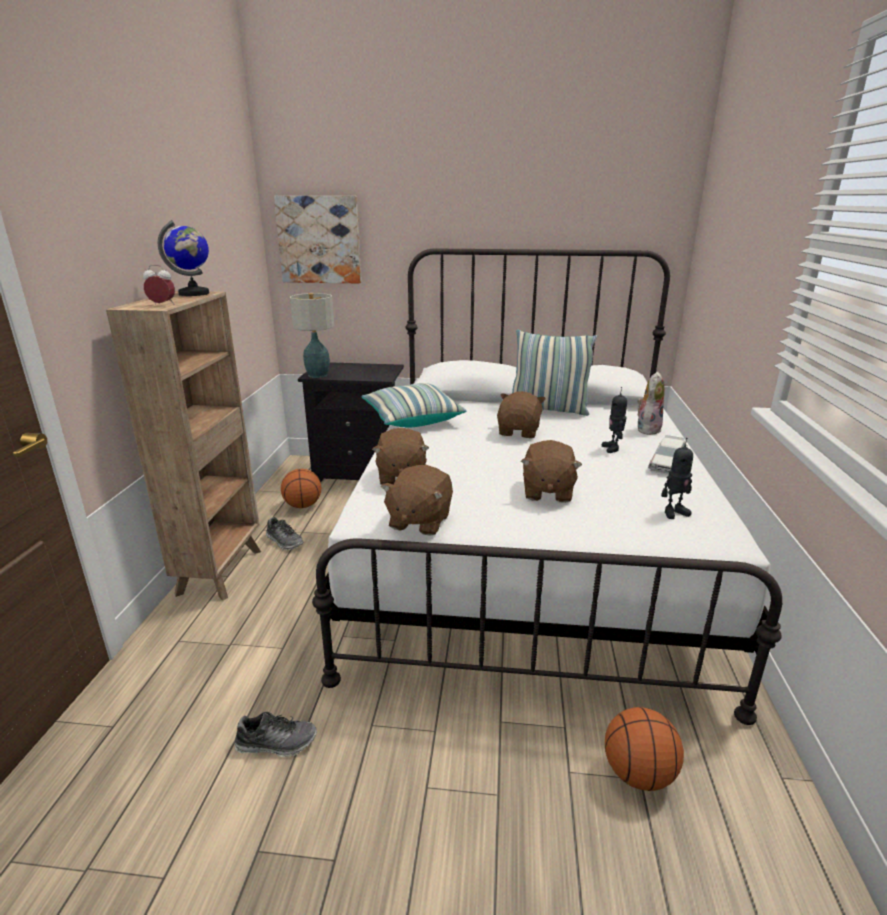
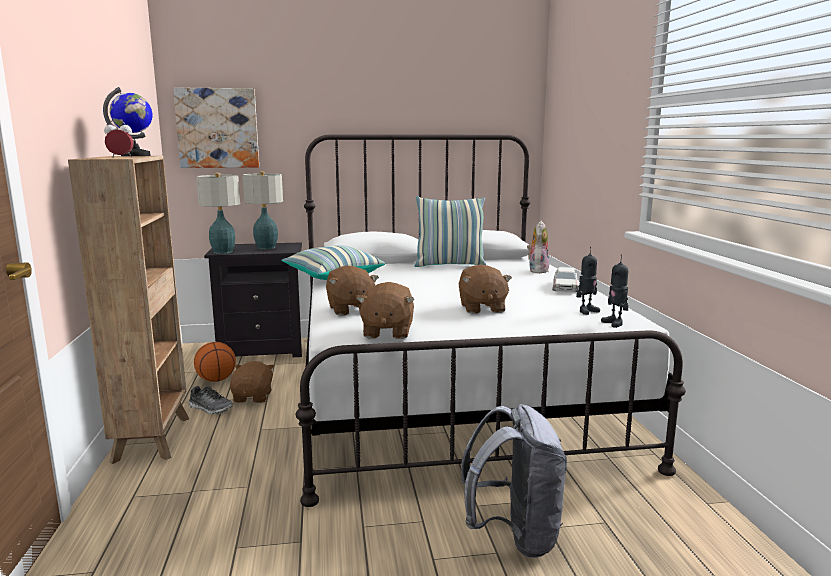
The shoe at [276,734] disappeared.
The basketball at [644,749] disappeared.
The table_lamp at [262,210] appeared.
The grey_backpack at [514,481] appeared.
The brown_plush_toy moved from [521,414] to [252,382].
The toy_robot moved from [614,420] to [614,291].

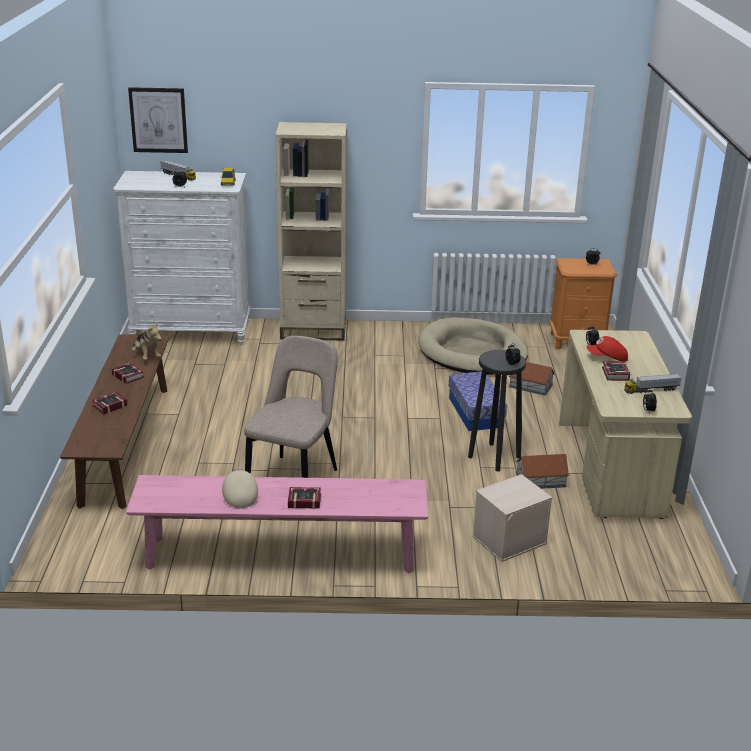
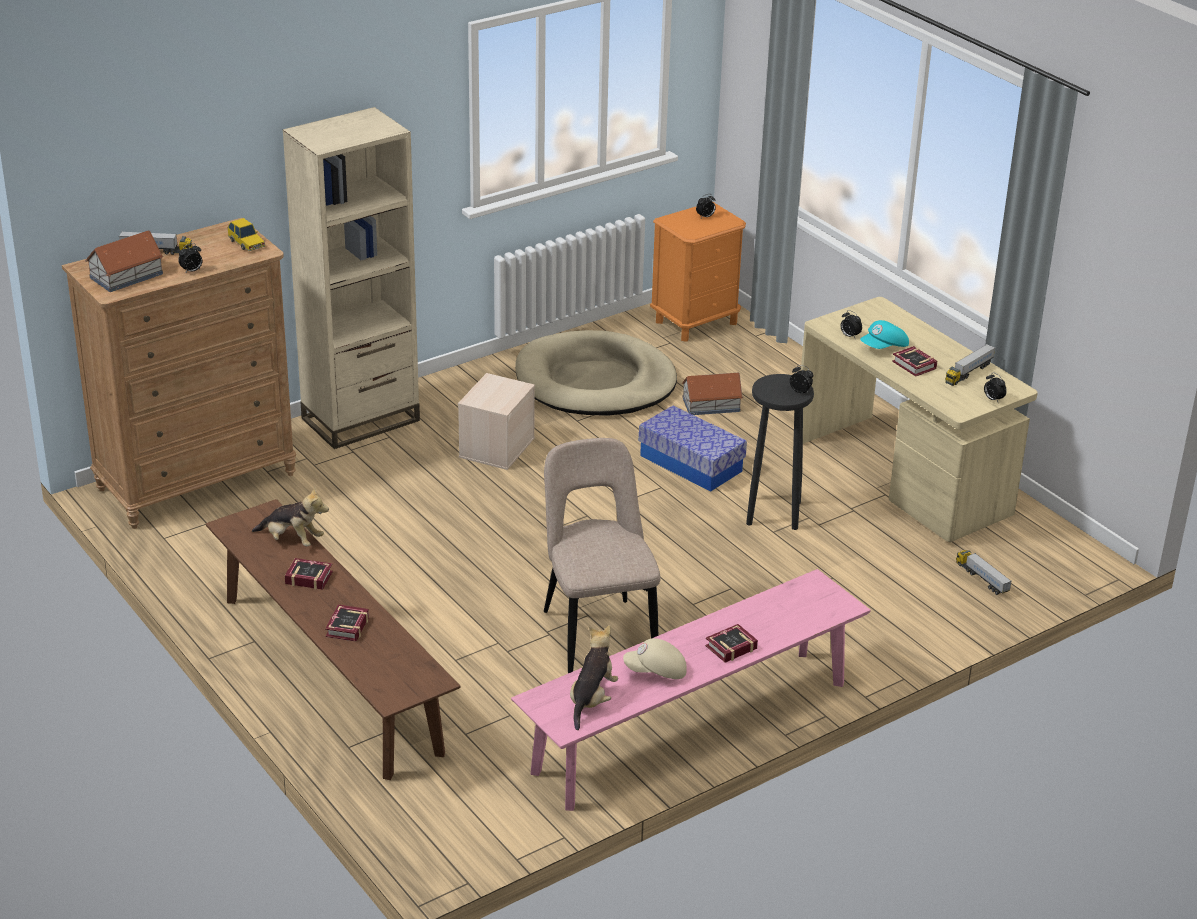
The picture at [158,120] disappeared.
The plush_toy at [594,677] appeared.
The toy_truck at [984,572] appeared.
The beige_storage_box moved from [512,518] to [496,421].
The toy_house moved from [542,471] to [124,261].
The white_dresser at [182,257] became the brown_dresser at [179,373].
The red_cap at [607,348] became the turquoise_cap at [884,334].
The beige_cap at [240,488] turned 45 degrees counterclockwise.

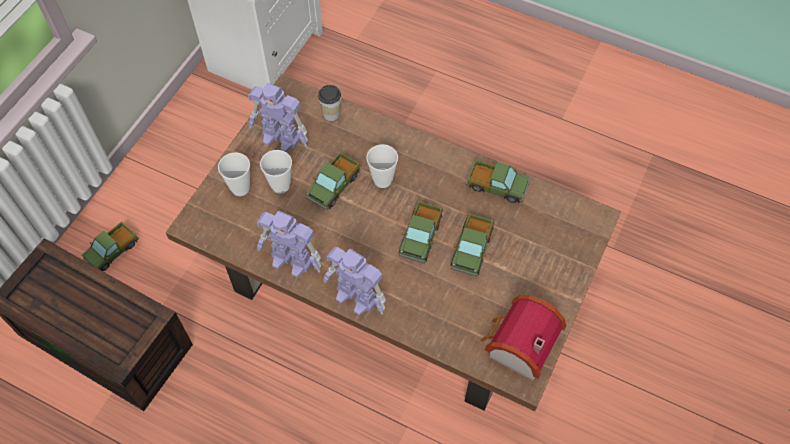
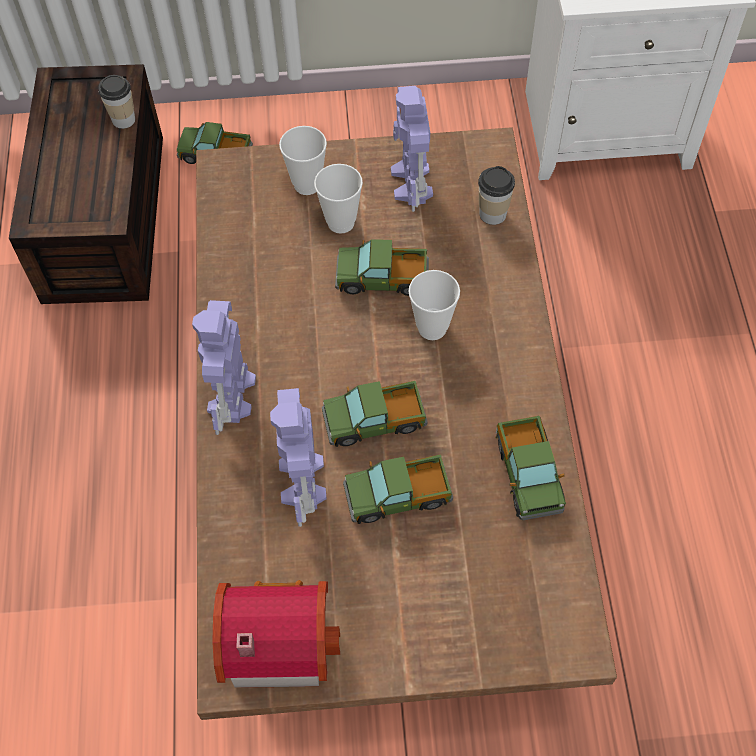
The cup at [116,102] appeared.
The toy_robot moved from [289,244] to [298,457].

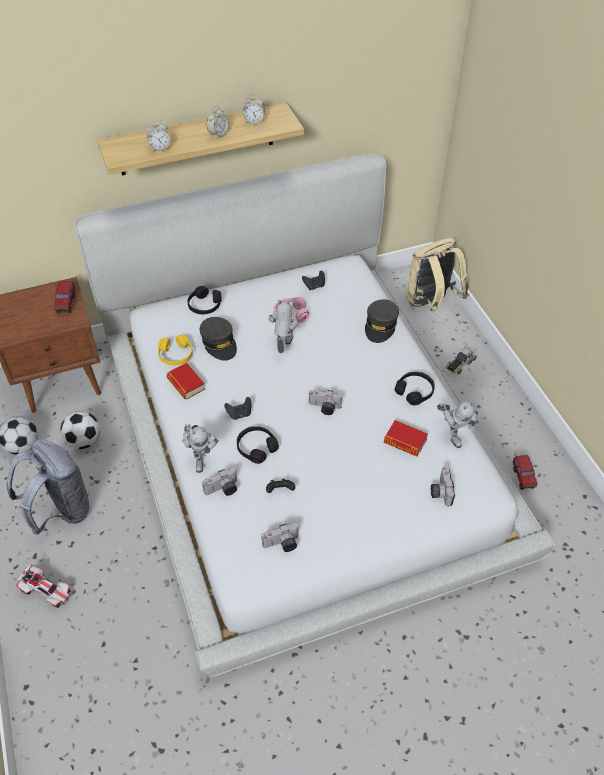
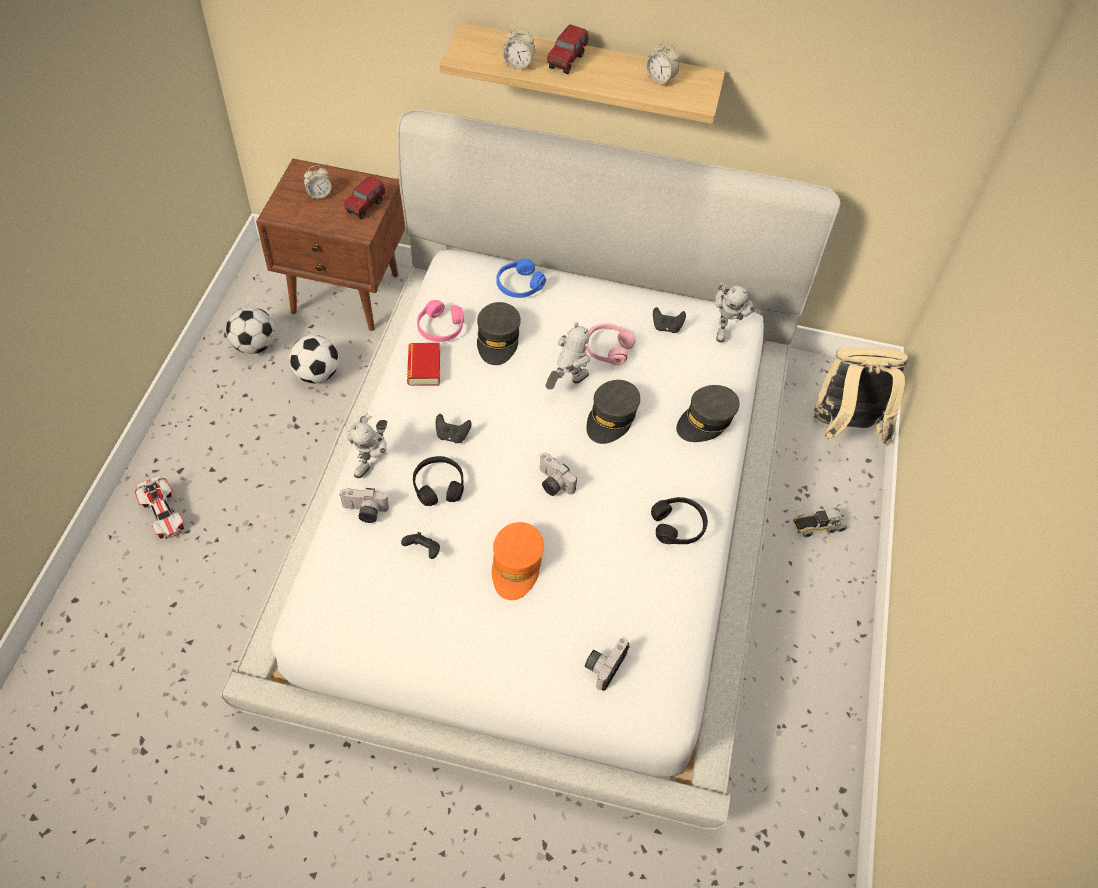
The grey_backpack at [48,487] disappeared.
The photo_camera at [280,537] disappeared.
The book at [406,438] disappeared.
The orange_cap at [518,561] appeared.
The grey_cap at [613,412] appeared.
The alarm_clock moved from [217,122] to [318,182].
The toy_robot moved from [457,424] to [734,312].
The toy_truck moved from [525,472] to [568,49].
The yellow_headphones at [175,350] became the pink_headphones at [440,321].
The black_headphones at [204,300] became the blue_headphones at [521,278].

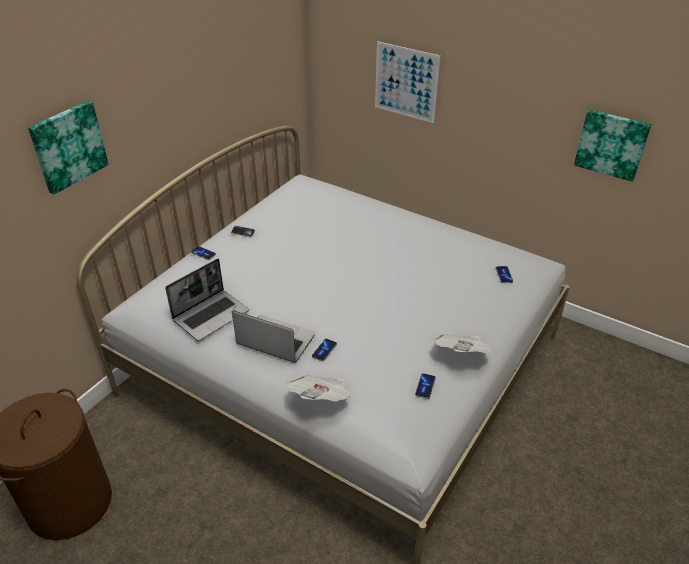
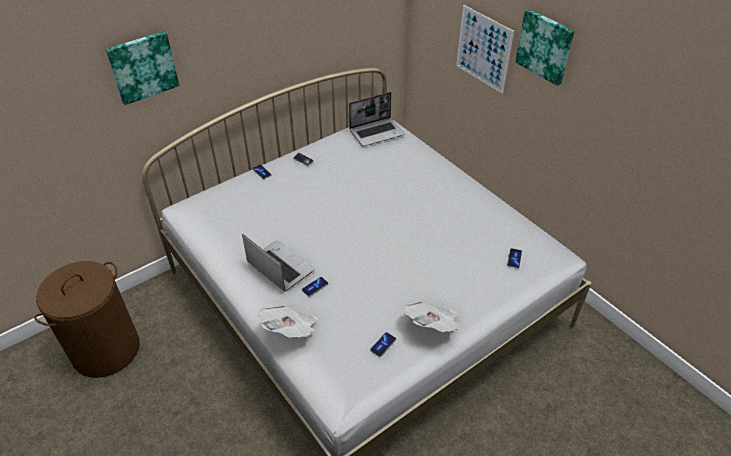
The laptop moved from [207,300] to [376,119].
The picture moved from [613,146] to [544,47].

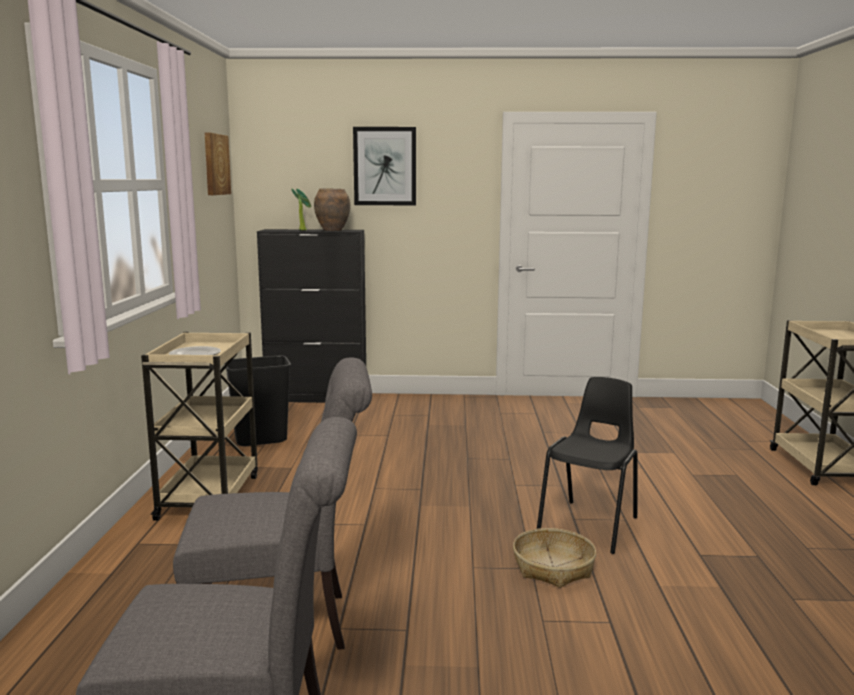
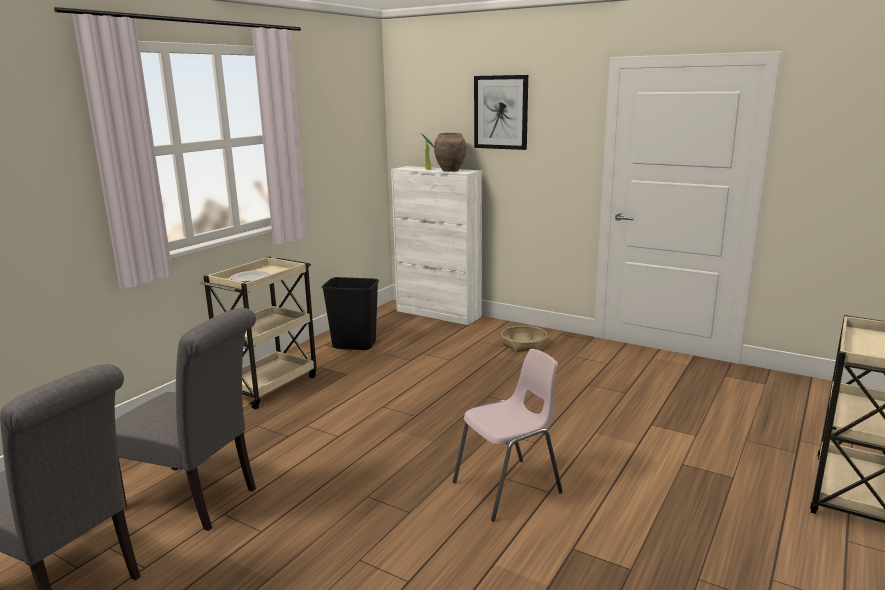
The picture at [218,163] disappeared.
The basket moved from [554,558] to [524,338].
The black_cabinet at [311,315] became the white_cabinet at [436,245].
The black_chair at [587,465] became the pink_chair at [508,435].

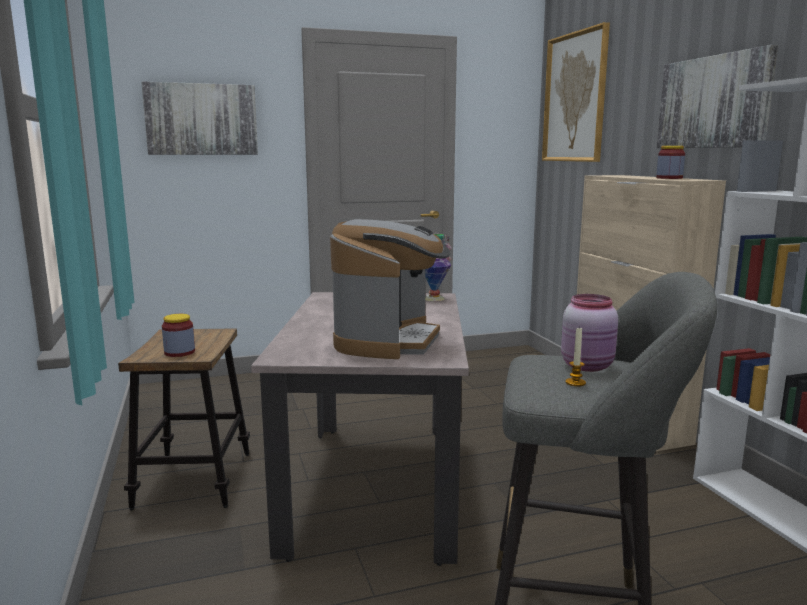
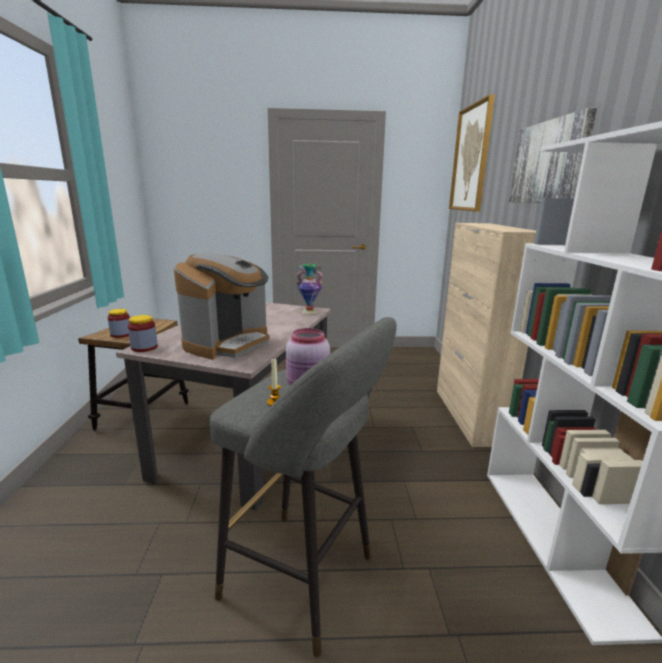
The picture at [199,118] disappeared.
The jar moved from [670,162] to [143,333].

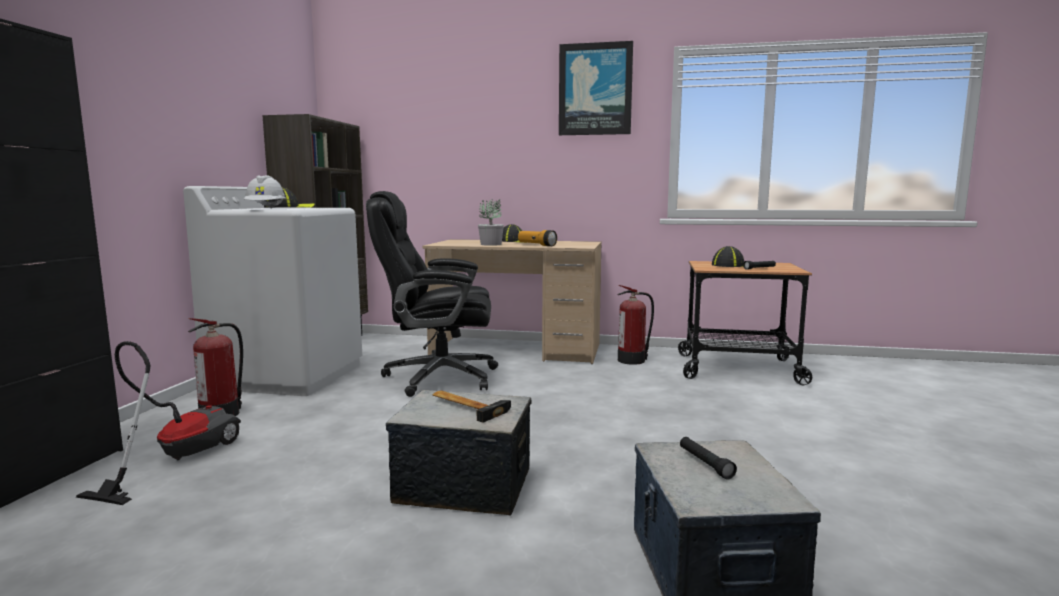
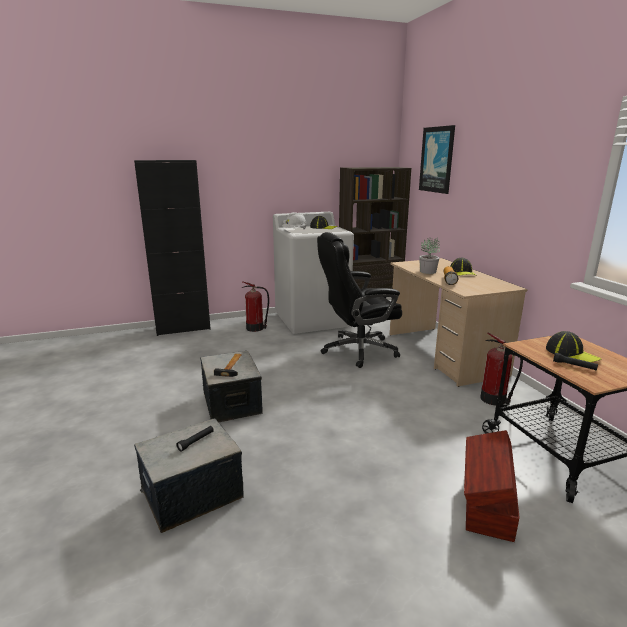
The vacuum_cleaner at [158,423] disappeared.
The brown_storage_box at [492,486] appeared.
The picture moved from [596,88] to [437,159].
The black_office_chair at [432,294] turned 75 degrees counterclockwise.

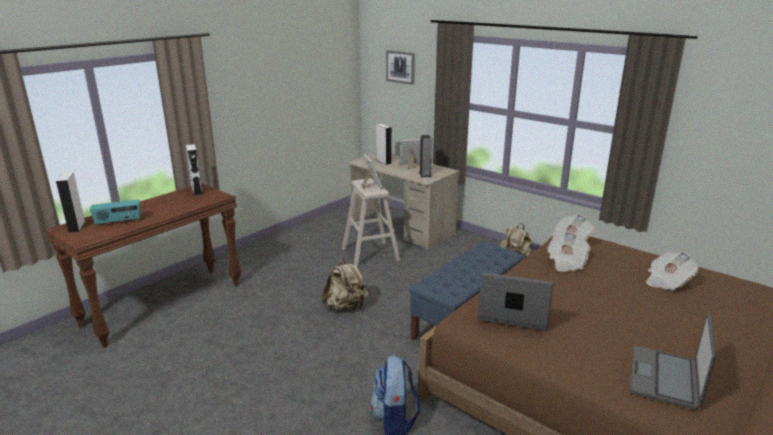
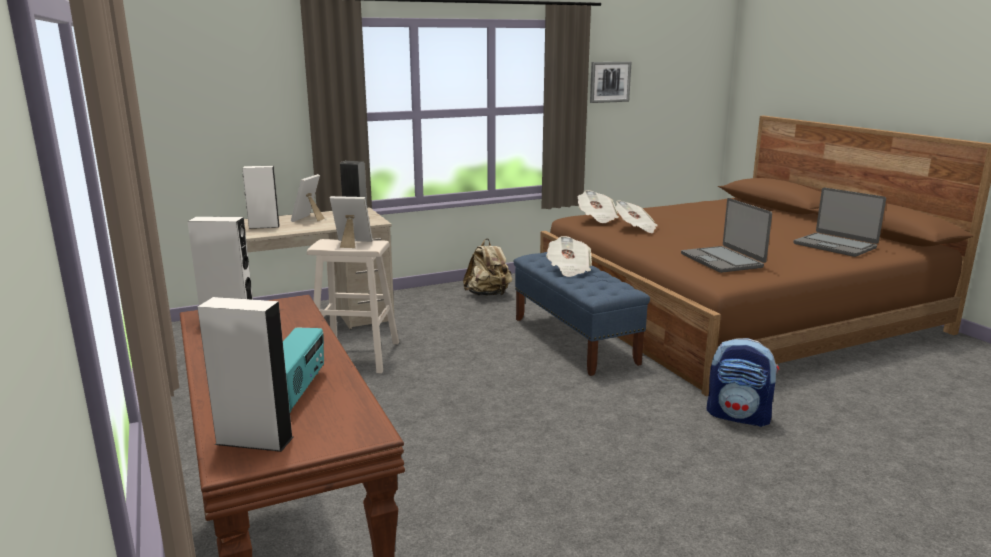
The beige_backpack at [345,285] disappeared.
The picture moved from [400,67] to [610,82].
The newspaper moved from [672,271] to [569,256].
The laptop at [516,301] turned 60 degrees counterclockwise.

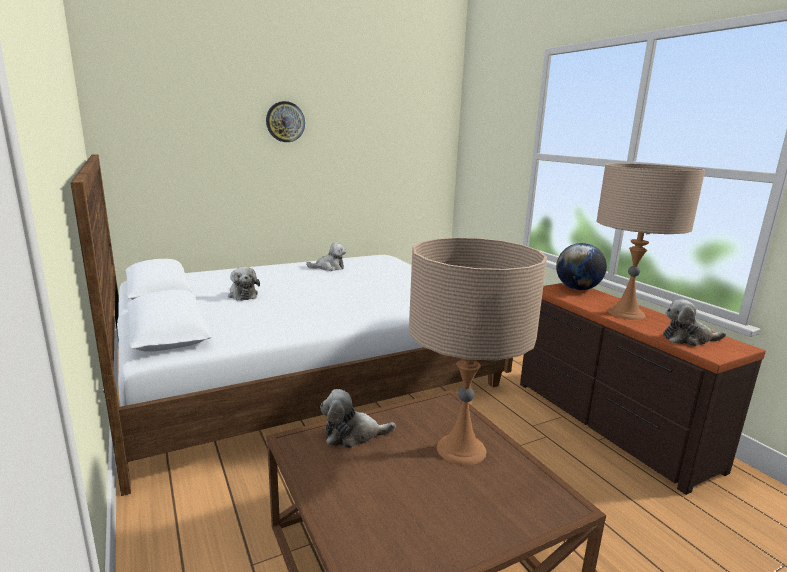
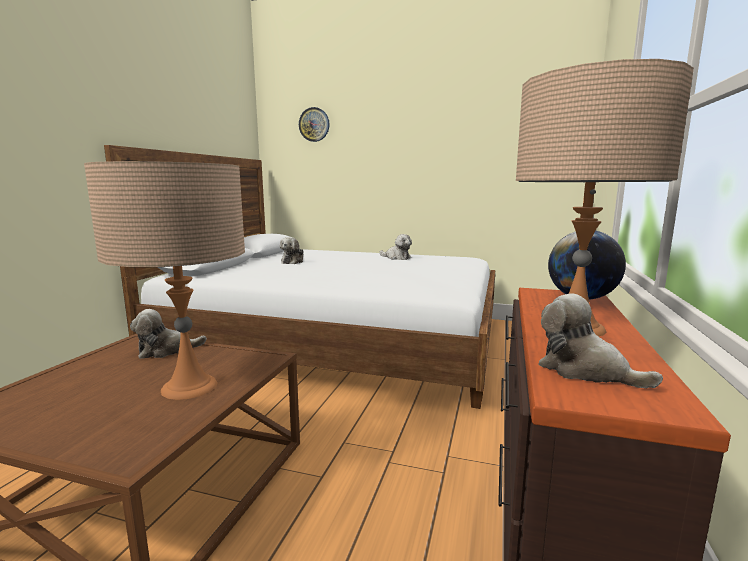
The wall_clock moved from [285,121] to [314,124].
The plush_toy at [358,418] turned 60 degrees counterclockwise.

